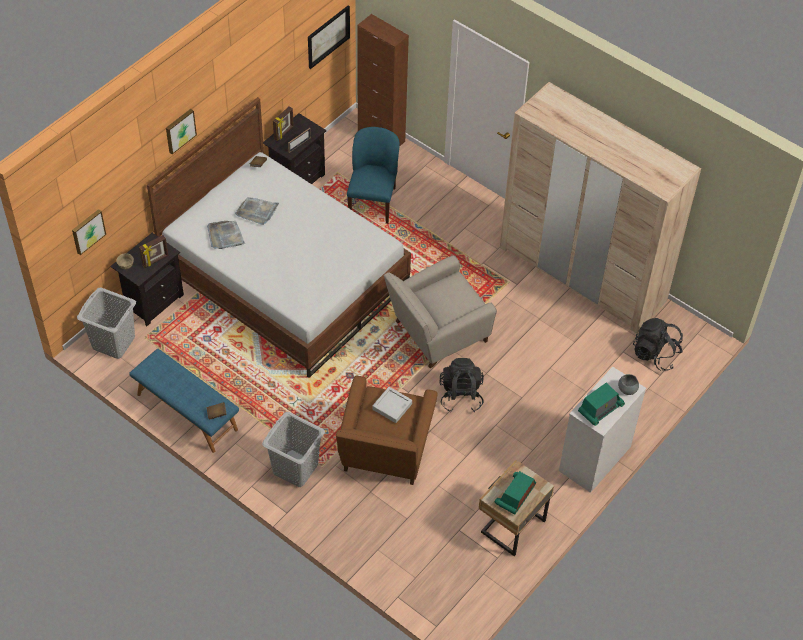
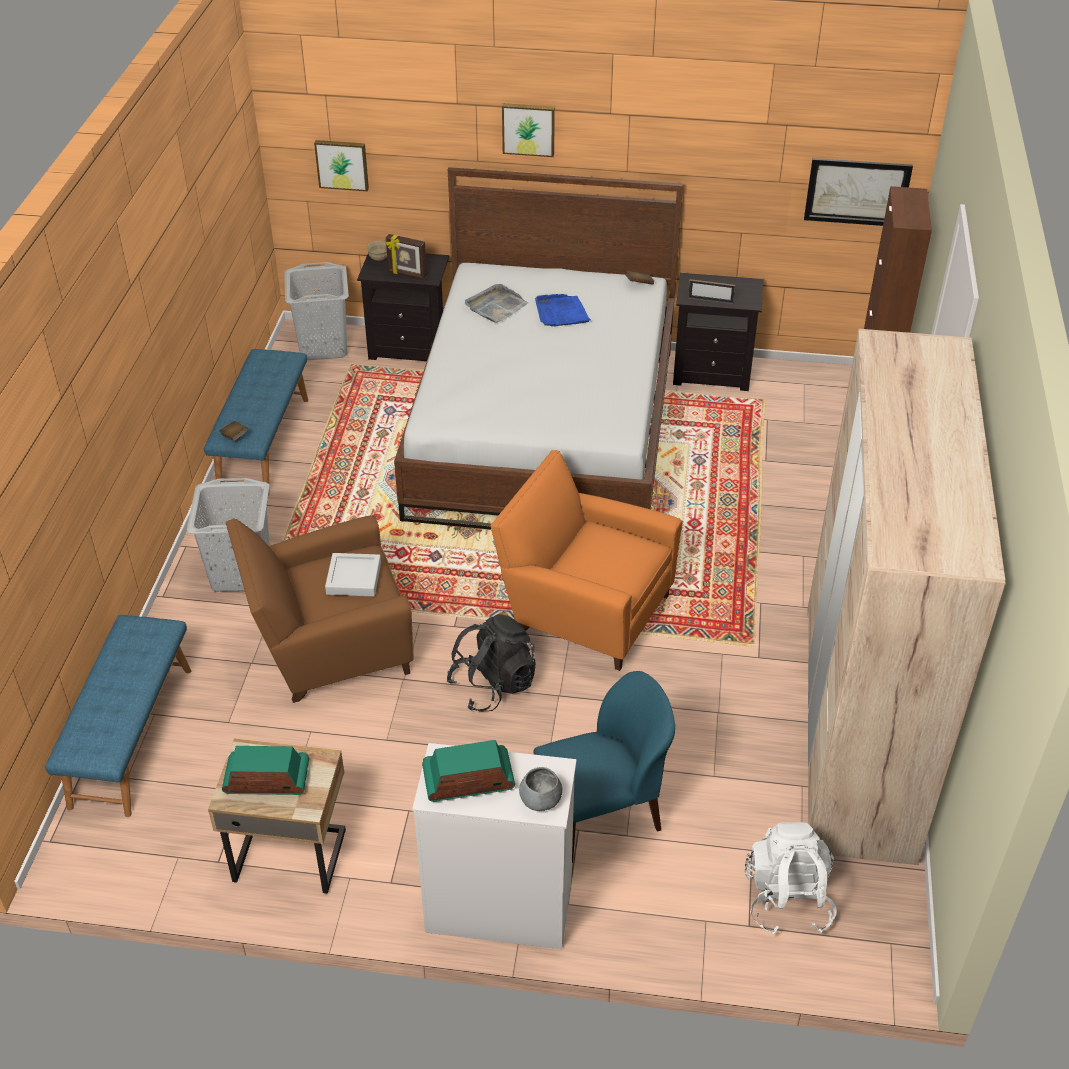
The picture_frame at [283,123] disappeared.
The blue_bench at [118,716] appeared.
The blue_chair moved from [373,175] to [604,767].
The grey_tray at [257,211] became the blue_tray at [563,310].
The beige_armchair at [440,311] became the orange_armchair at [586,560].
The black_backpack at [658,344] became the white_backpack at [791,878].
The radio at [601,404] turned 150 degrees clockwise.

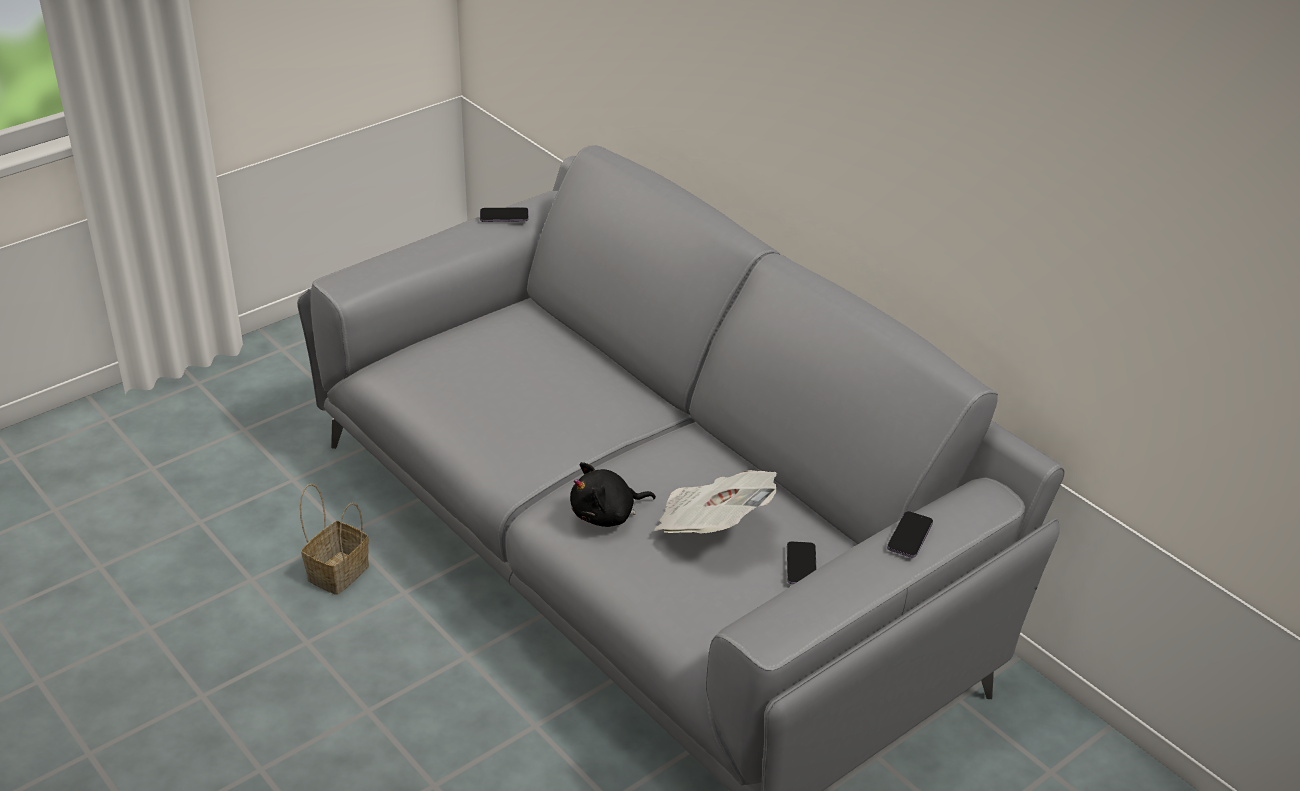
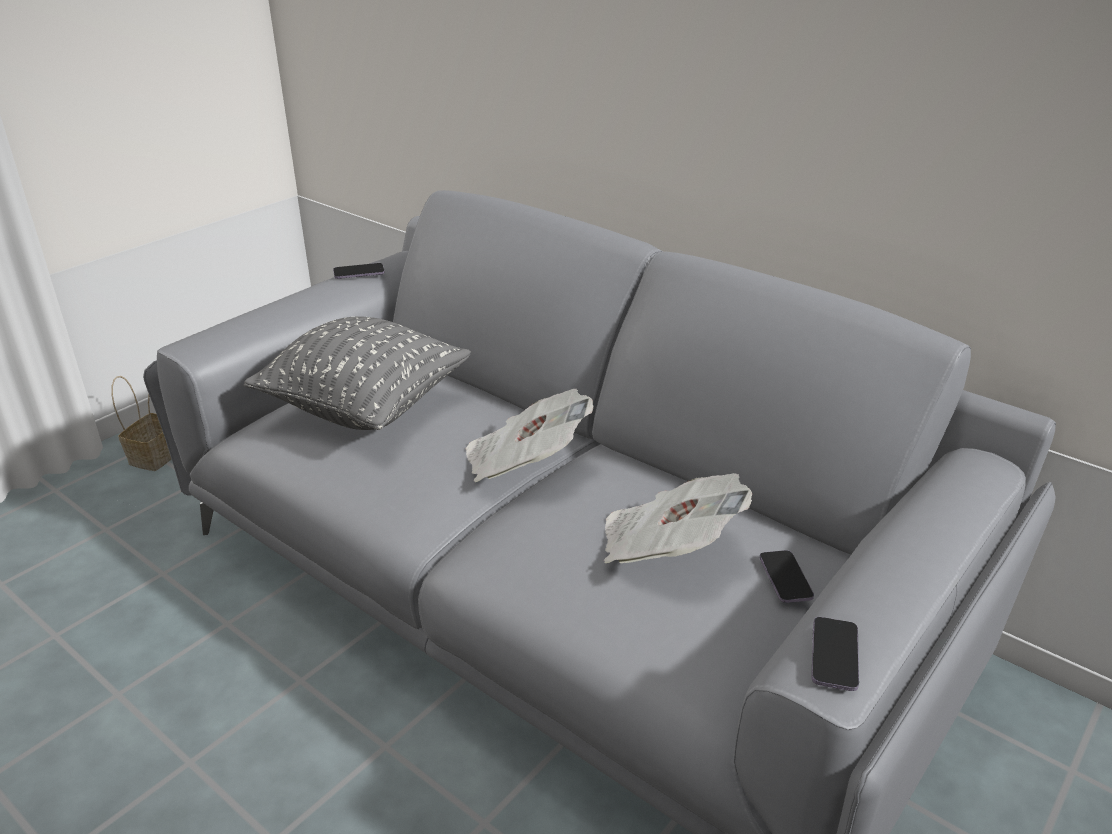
The black_plush_toy at [613,494] disappeared.
The grey_pillow at [357,373] appeared.
The newspaper at [529,435] appeared.
The basket moved from [334,539] to [141,423].
The phone moved from [910,534] to [835,654].

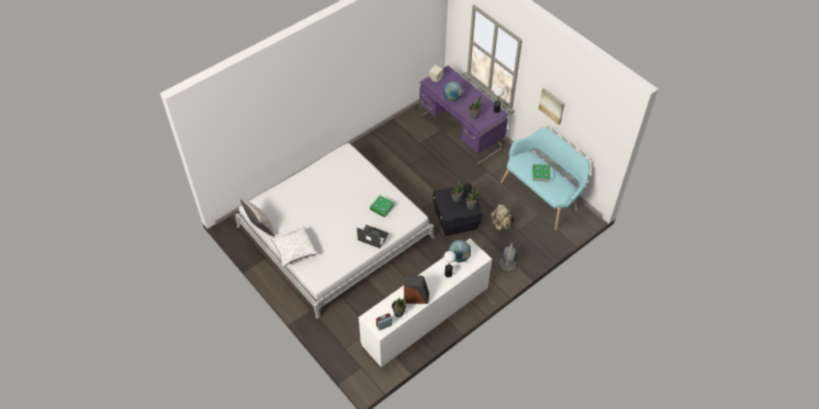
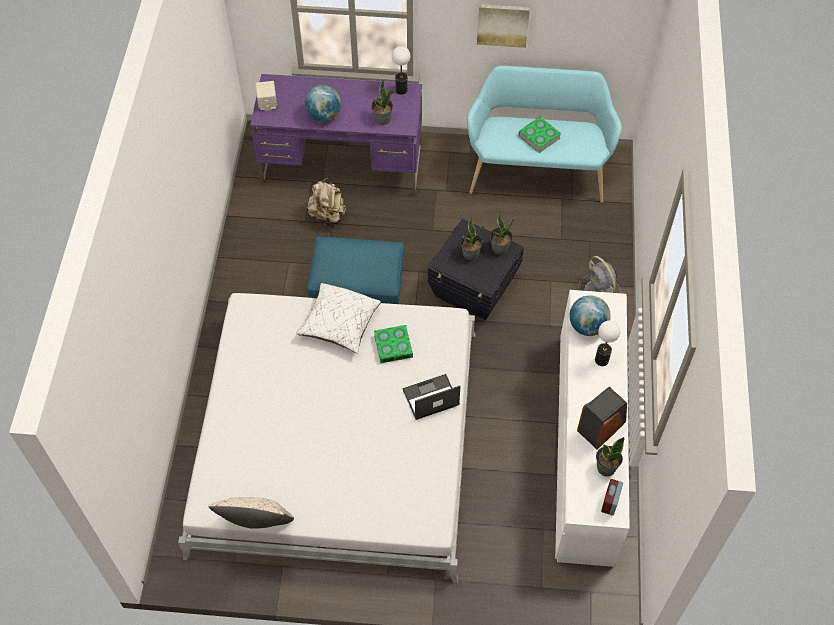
The blue_ottoman at [355,270] appeared.
The white_pillow moved from [294,246] to [338,318].
The beige_backpack moved from [502,217] to [326,202].

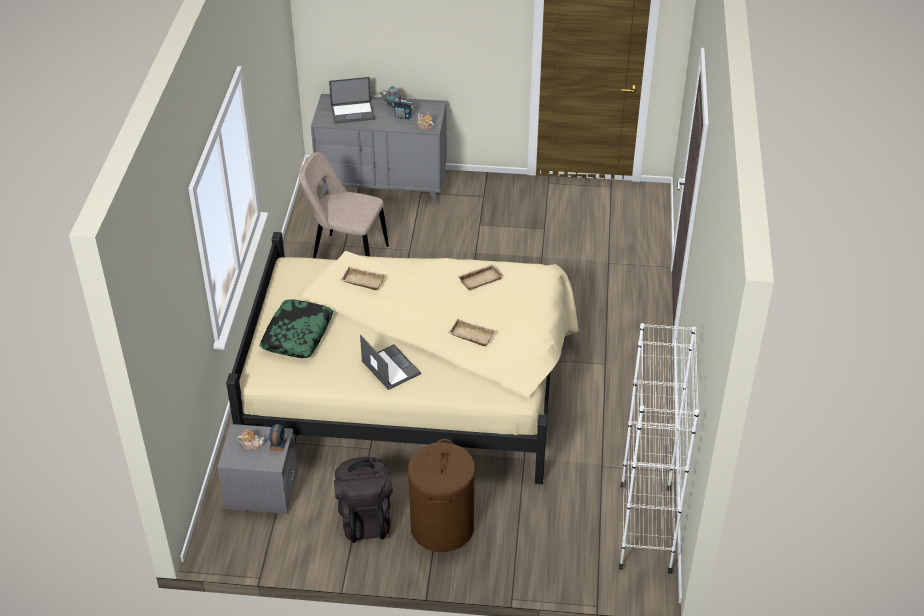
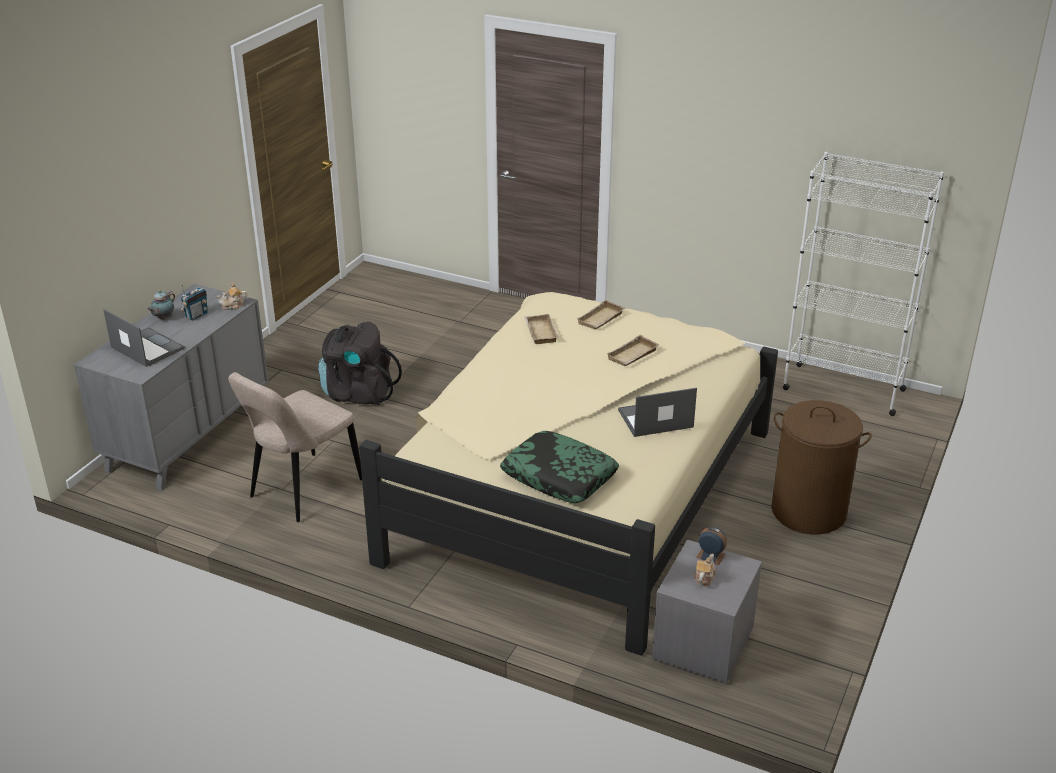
The black_backpack moved from [363,500] to [360,363].
The beige_tray moved from [363,278] to [601,315].
The laptop at [352,100] turned 60 degrees counterclockwise.

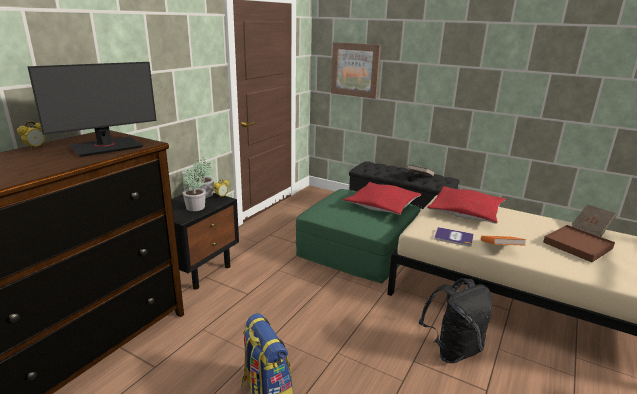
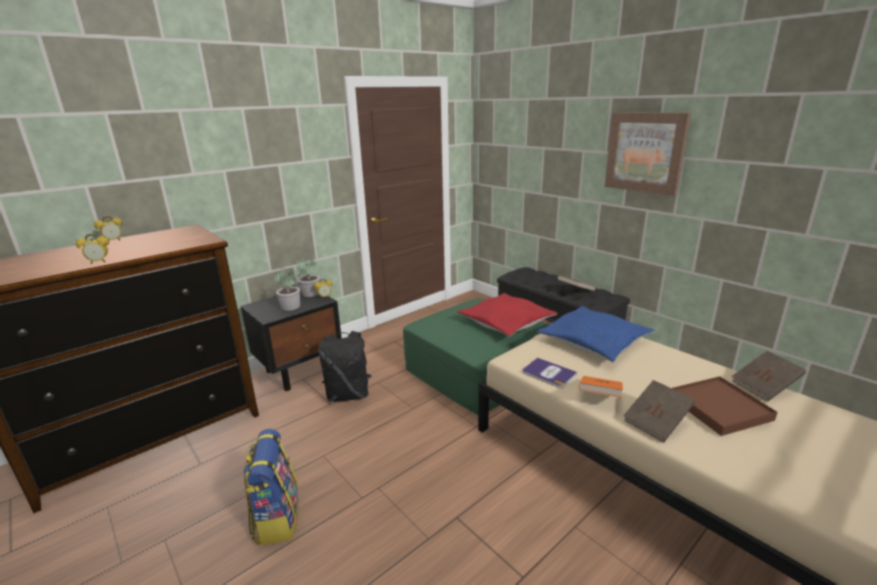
The monitor at [92,109] disappeared.
The alarm_clock at [92,249] appeared.
The brown_book at [659,411] appeared.
The picture moved from [356,70] to [648,154].
The black_backpack moved from [456,320] to [345,366].
The red_pillow at [466,205] became the blue_pillow at [596,334].

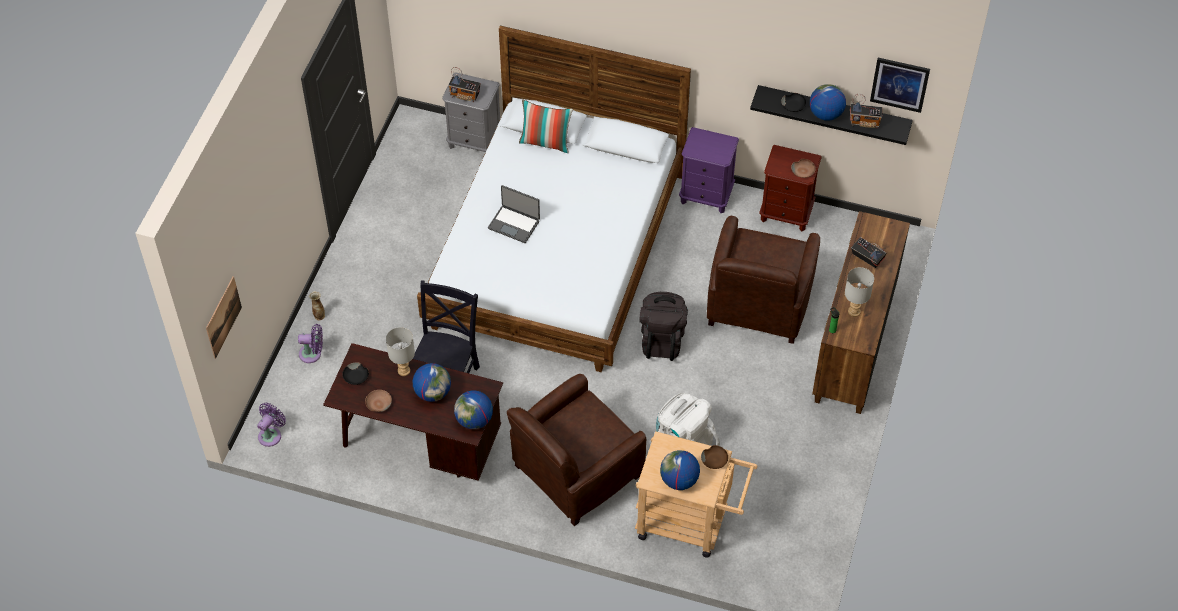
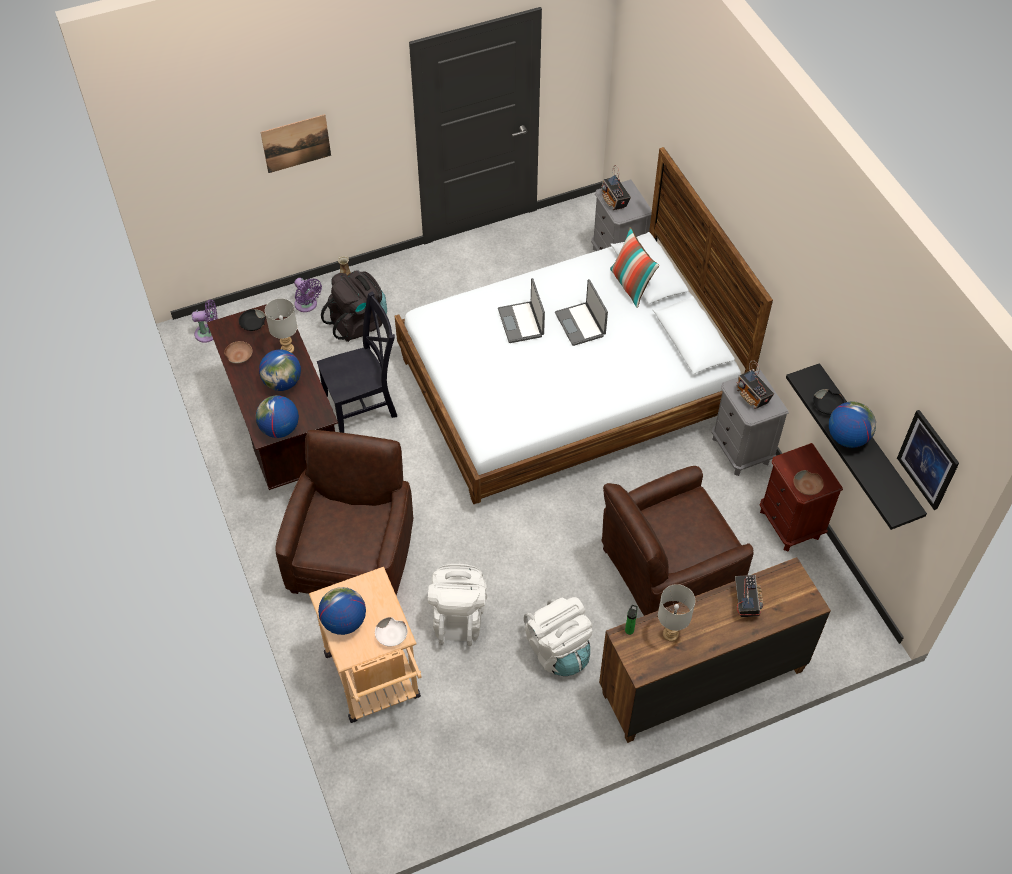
The white_backpack at [558,636] appeared.
The laptop at [581,312] appeared.
The picture moved from [224,317] to [296,143].
The black_backpack moved from [663,326] to [354,306].
The radio moved from [866,111] to [755,384].
The purple_nightstand at [709,170] became the grey_nightstand at [750,423].
The brown_bowl at [714,457] became the white_bowl at [391,632].
The brown_armchair at [576,450] turned 90 degrees clockwise.

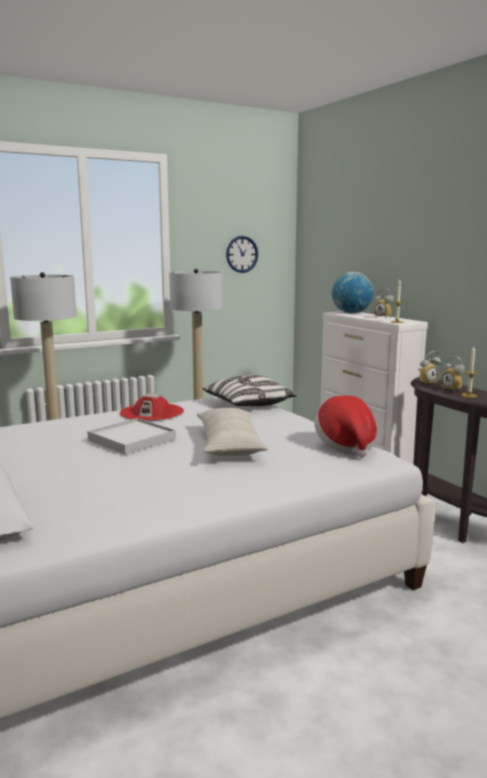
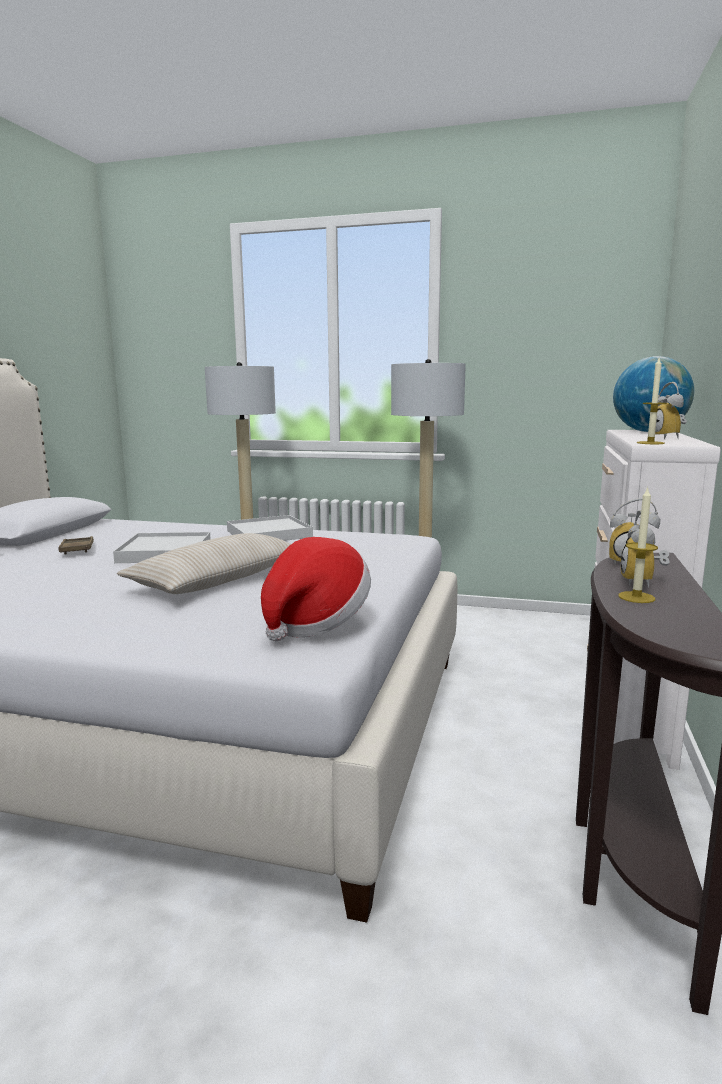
The pillow at [249,390] disappeared.
The wall_clock at [242,254] disappeared.
The brown_tray at [76,545] appeared.
The red_hat at [152,407] was replaced by the white_tray at [270,528].

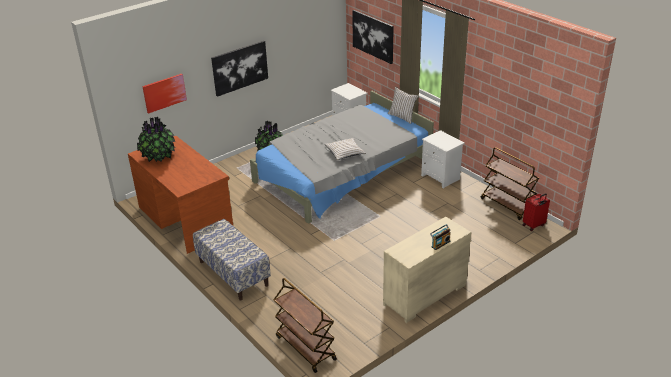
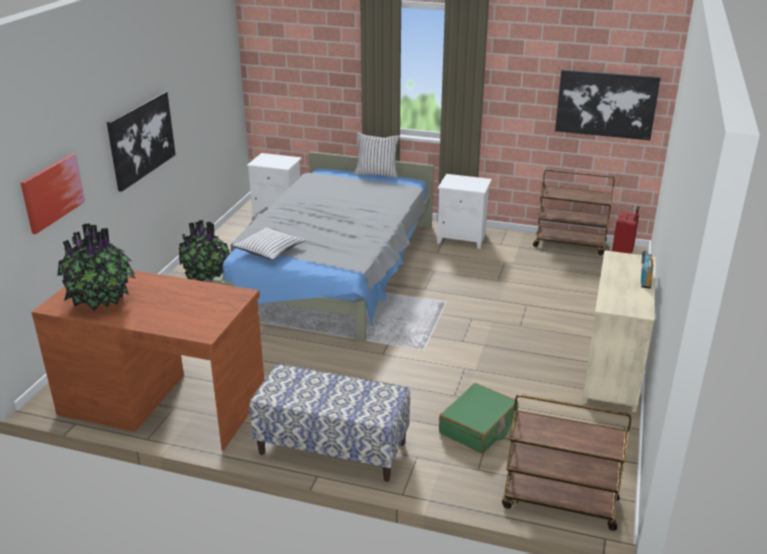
The green_suitcase at [478,418] appeared.
The white_pillow moved from [345,149] to [269,243].
The picture moved from [373,37] to [608,104].

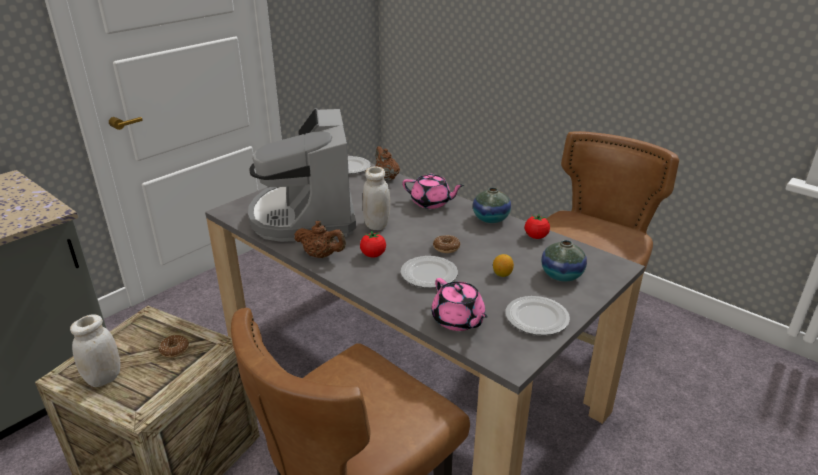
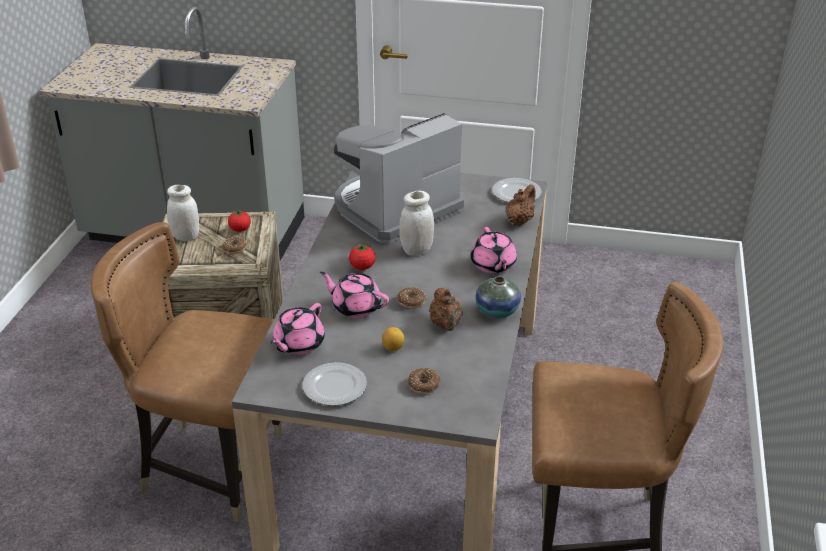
The brown_teapot moved from [320,239] to [446,309].
The tomato moved from [537,226] to [239,220].
The plate at [429,272] was replaced by the pink_teapot at [354,295].
The vase at [564,261] was replaced by the donut at [424,381].

